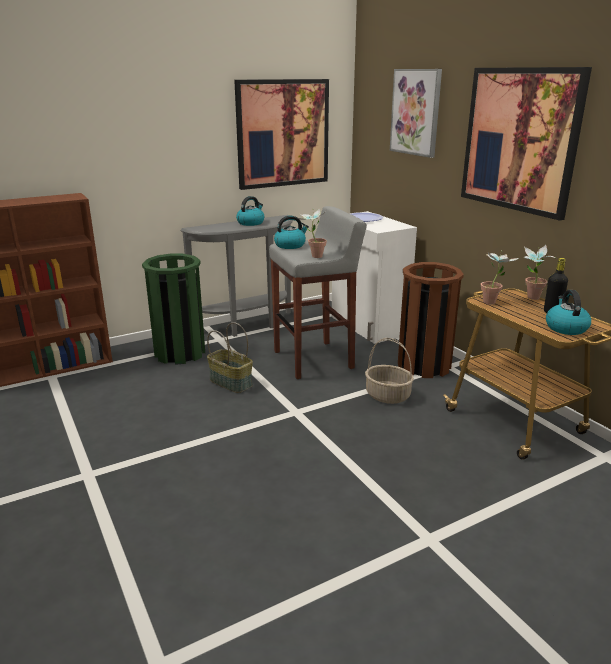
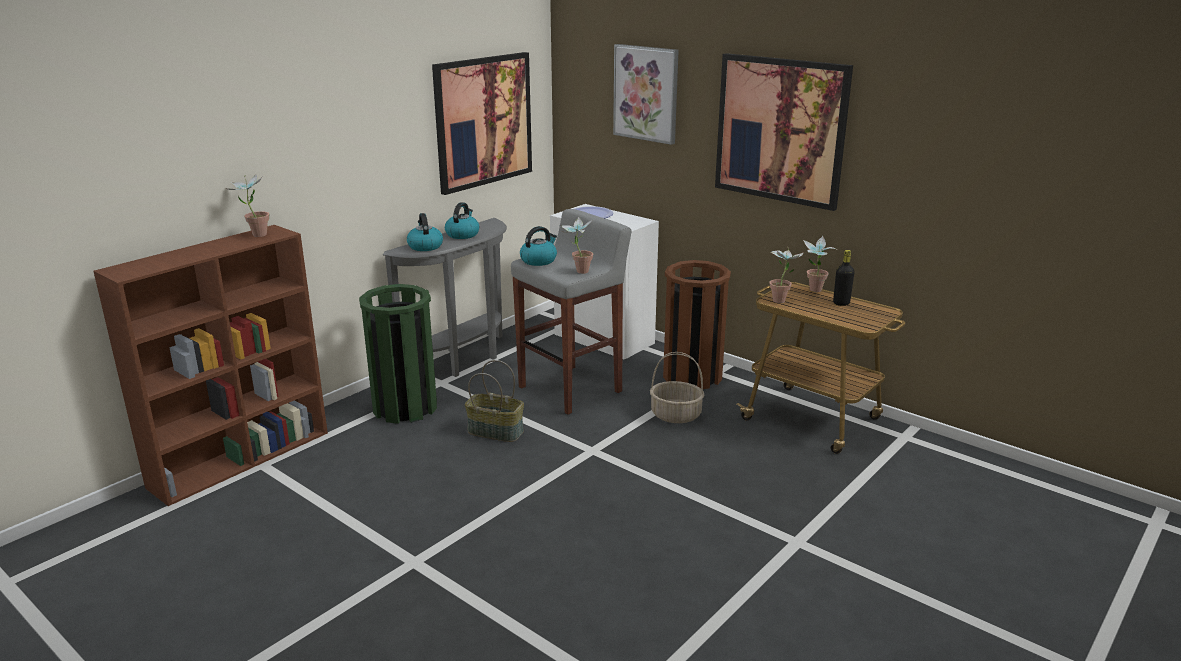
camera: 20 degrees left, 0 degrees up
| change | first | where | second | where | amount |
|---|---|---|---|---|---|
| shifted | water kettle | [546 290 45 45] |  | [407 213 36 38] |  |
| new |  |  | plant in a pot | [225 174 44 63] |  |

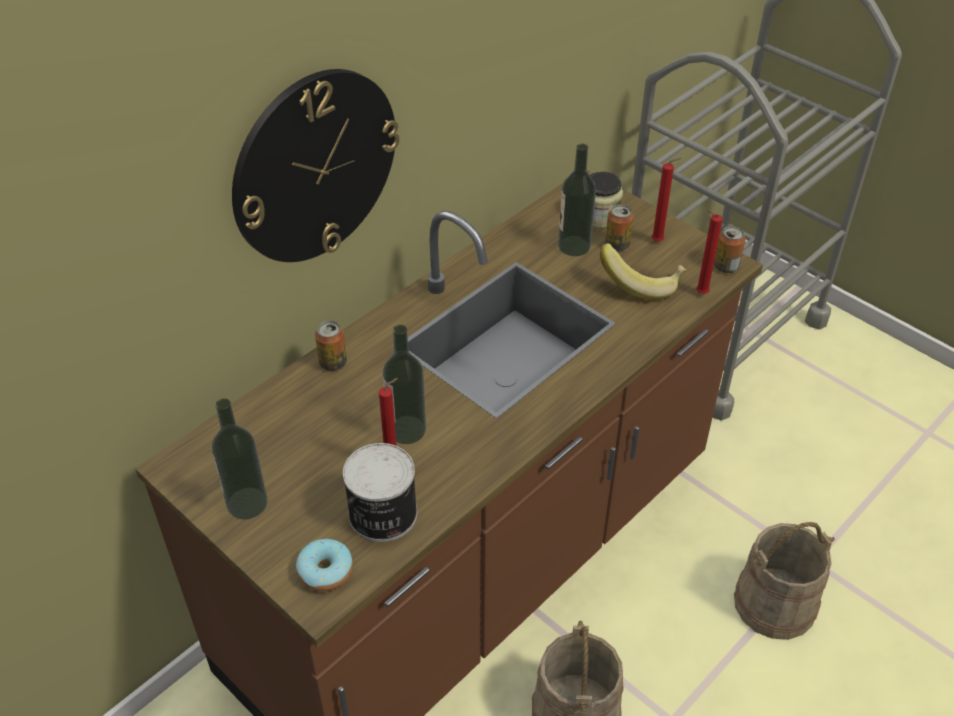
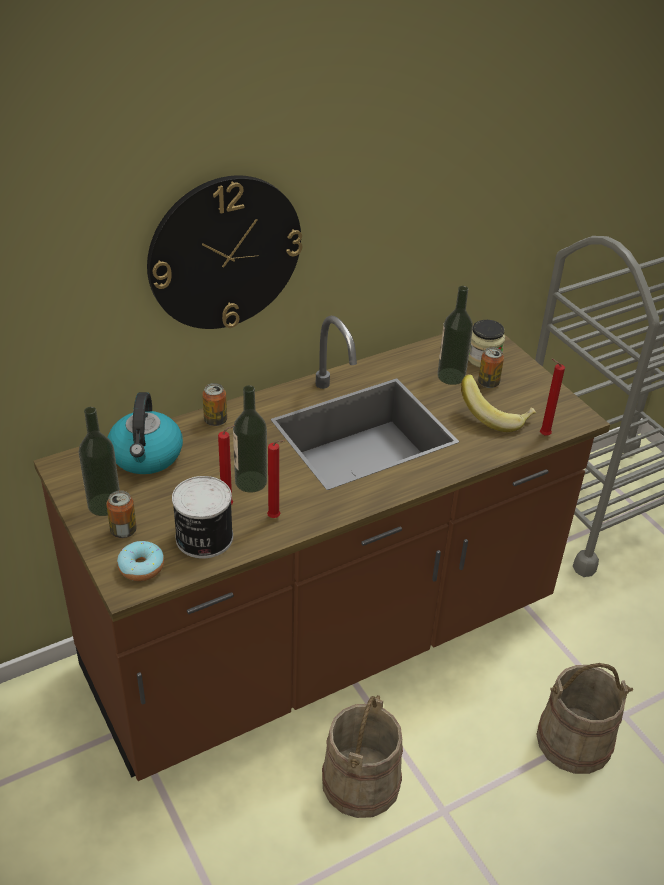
camera: 15 degrees right, 5 degrees down
| change | first | where | second | where | amount |
|---|---|---|---|---|---|
| shifted | wax candle in reddish | [651 158 30 84] |  | [267 440 17 78] |  |
| shifted | can | [714 226 32 47] |  | [106 490 31 48] |  |
| new |  |  | water kettle | [107 392 76 82] |  |

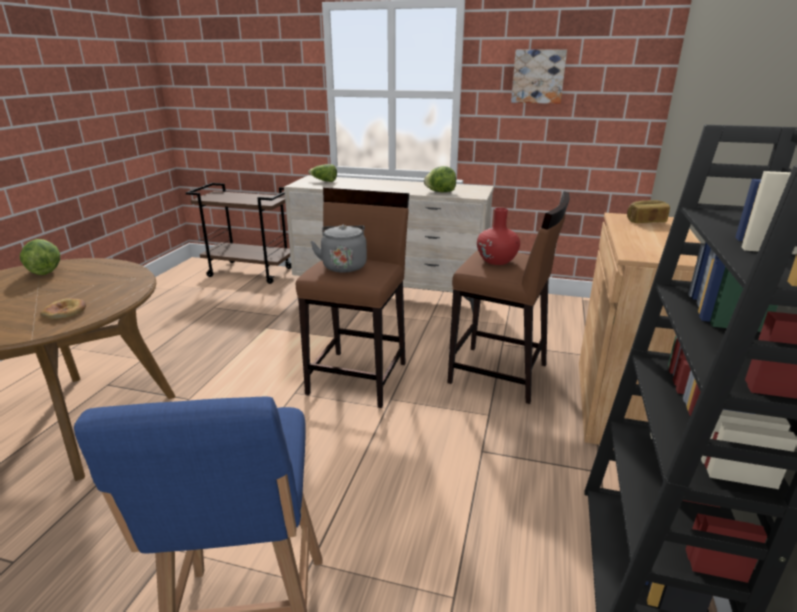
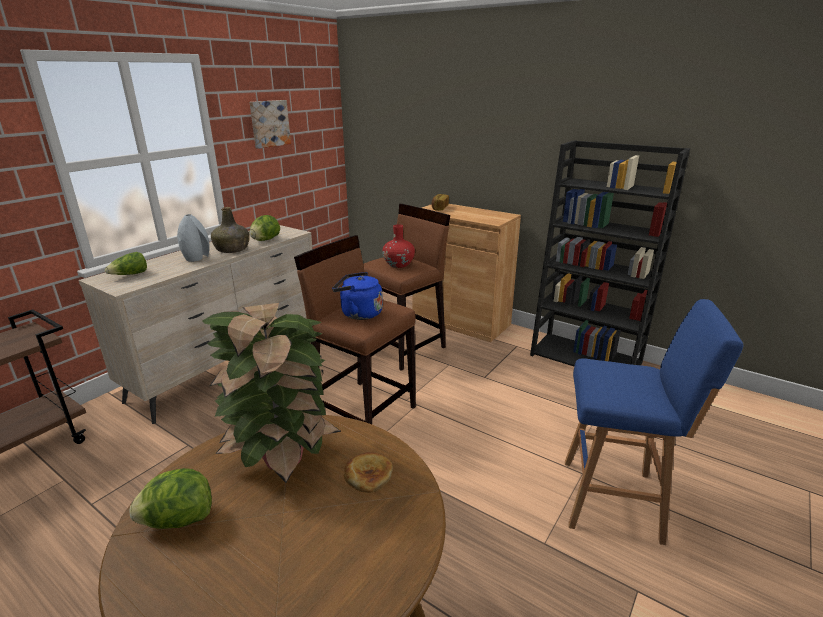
camera: 70 degrees left, 0 degrees up
| change | first | where | second | where | amount |
|---|---|---|---|---|---|
| repainted | water kettle in gray | [310 225 57 47] | water kettle in blue | [332 272 51 48] |  |
| new |  |  | drink bottle in green | [211 207 39 46] |  |
| new |  |  | decorative vase in gray | [177 214 33 48] |  |
| new |  |  | plant in a pot | [202 303 139 180] |  |

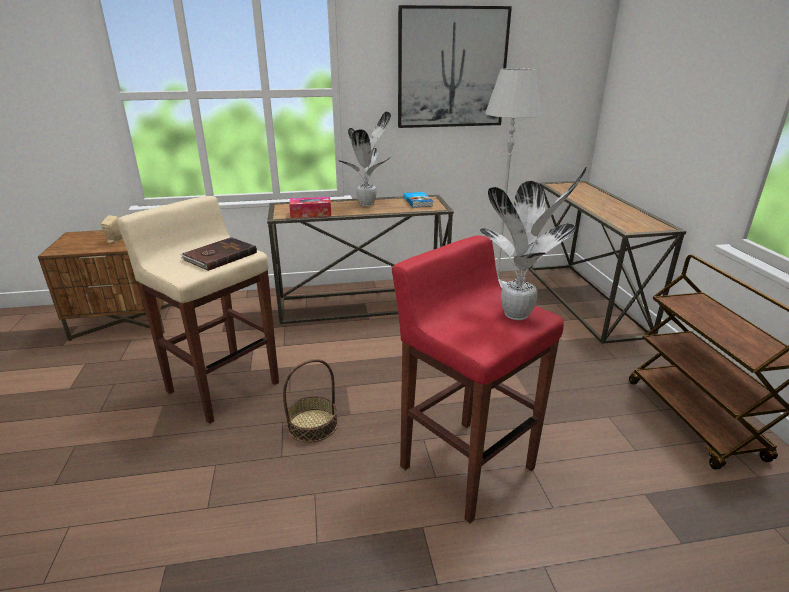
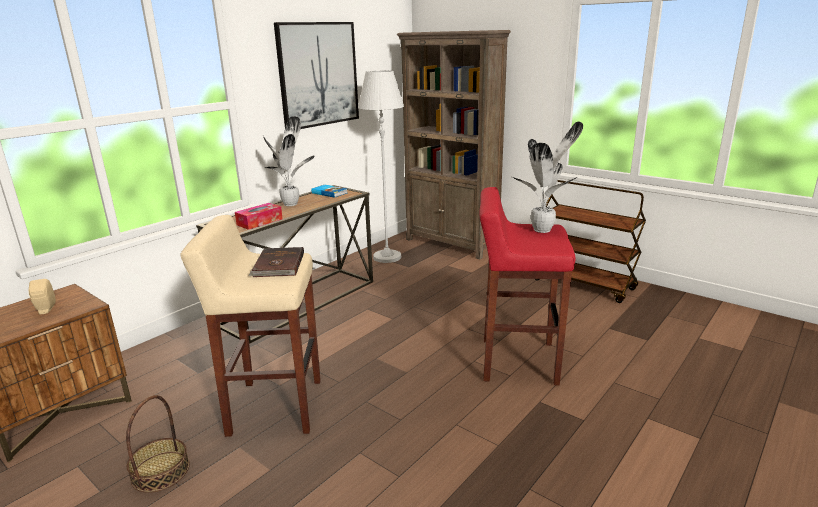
camera: 40 degrees left, 5 degrees down
| change | first | where | second | where | amount |
|---|---|---|---|---|---|
| swapped | hall table | [528 181 158 163] | bookshelf in brown | [397 30 114 229] |  |
| shifted | storage basket | [283 359 55 84] |  | [126 395 64 98] |  |

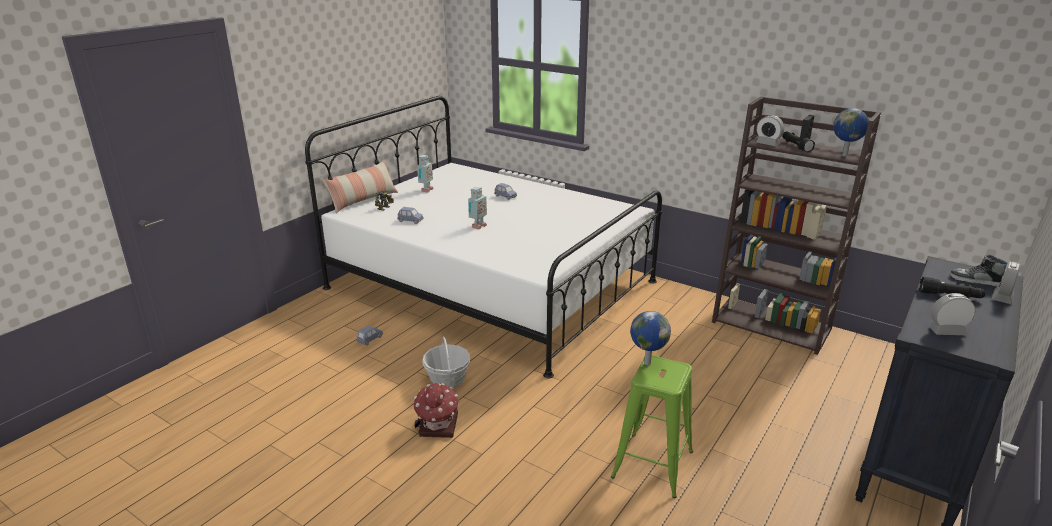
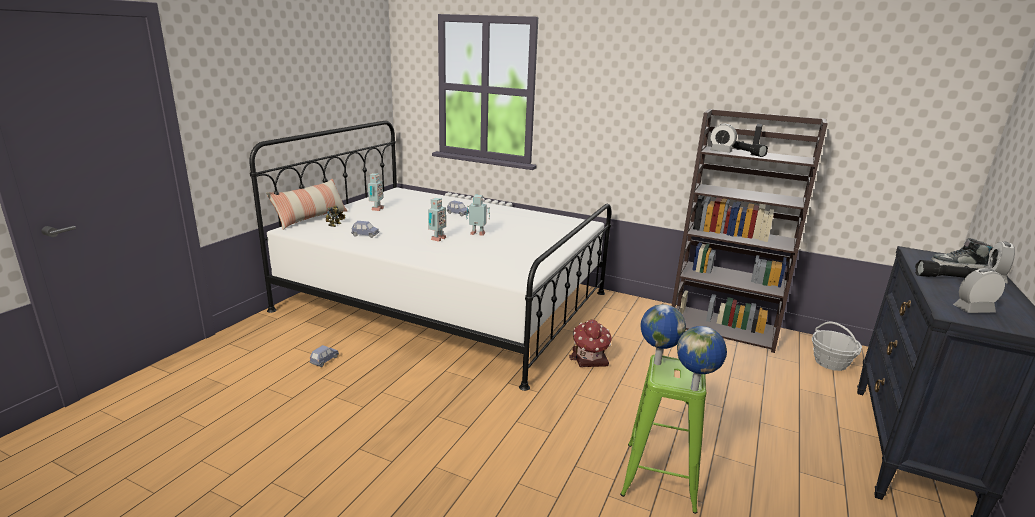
camera: 10 degrees left, 5 degrees down
| change | first | where | second | where | amount |
|---|---|---|---|---|---|
| shifted | world globe | [833 108 36 49] |  | [677 326 50 65] |  |
| shifted | storage basket | [422 336 48 52] |  | [812 322 50 49] |  |
| shifted | toy house | [414 383 45 55] |  | [569 319 43 48] |  |
| new |  |  | model robot | [466 195 24 41] |  |

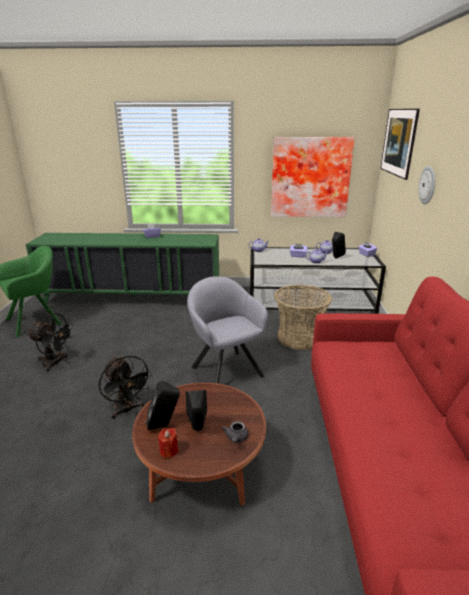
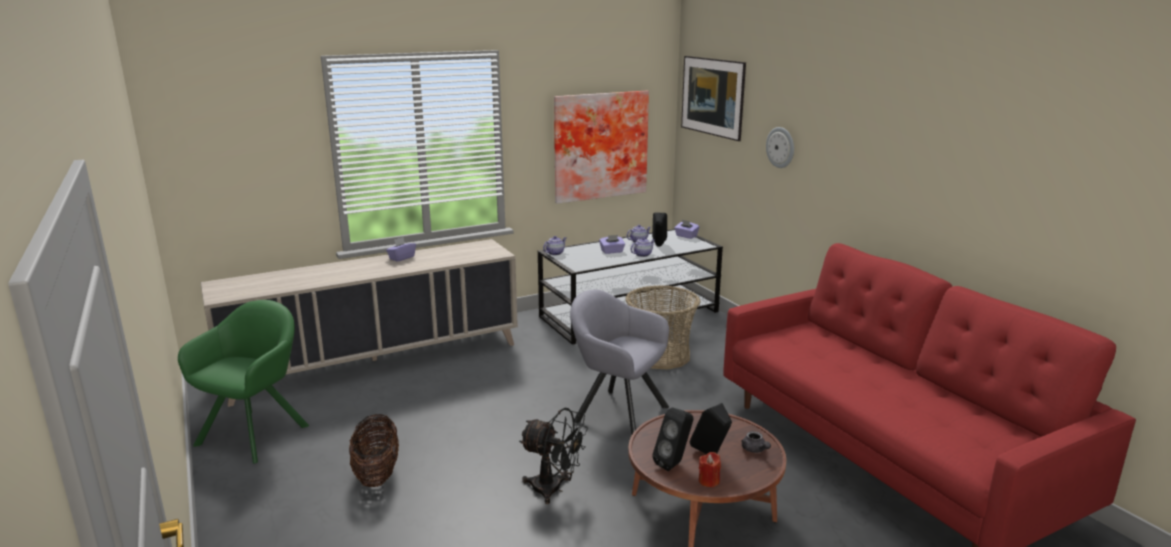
camera: 30 degrees left, 5 degrees down
| change | first | where | second | where | amount |
|---|---|---|---|---|---|
| repainted | cupboard in green | [26 233 193 70] | cupboard in beige | [201 239 317 168] |  |
| swapped | fan in black | [27 313 47 59] | storage basket | [349 414 50 73] |  |

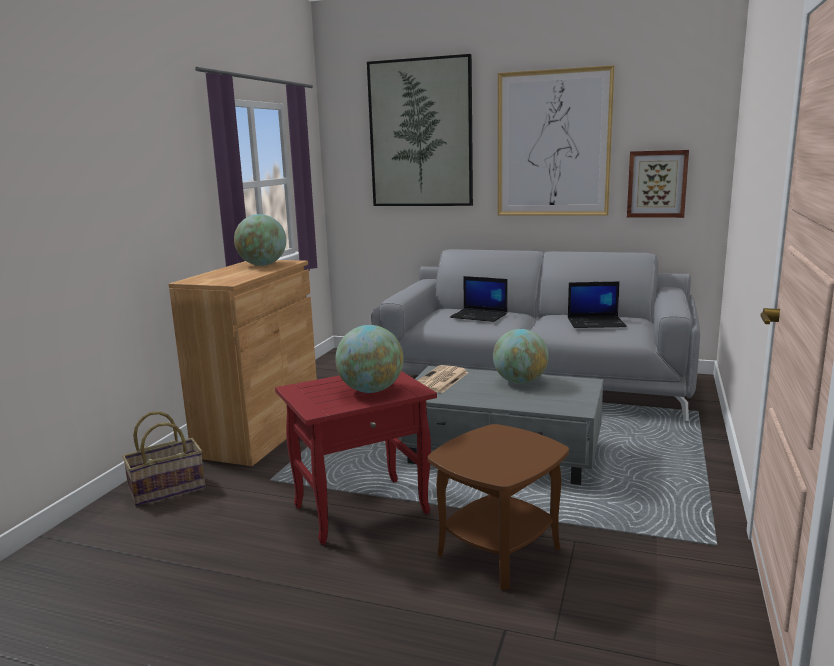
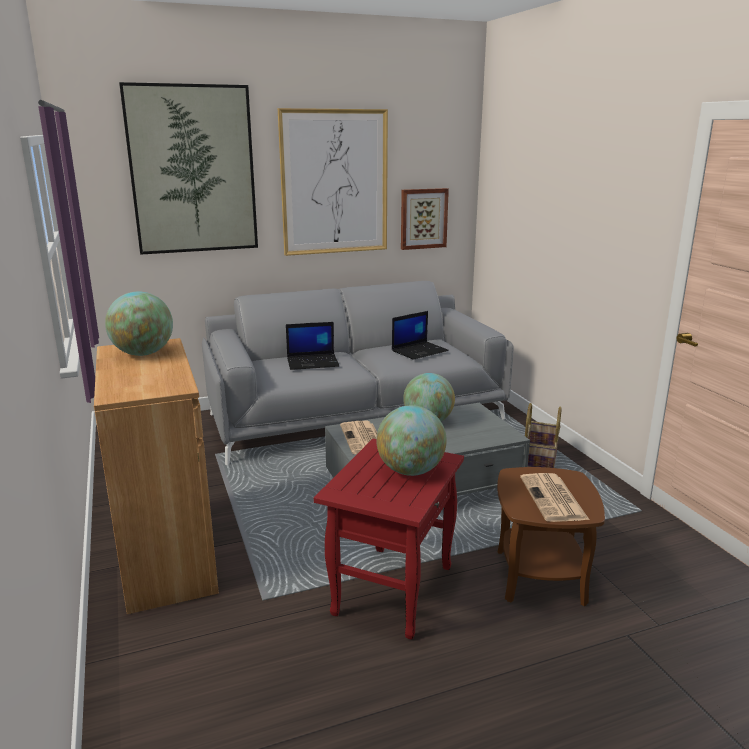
camera: 40 degrees left, 5 degrees up
| change | first | where | second | where | amount |
|---|---|---|---|---|---|
| shifted | storage basket | [122 411 83 95] |  | [525 403 37 65] |  |
| new |  |  | daily paper | [520 473 69 49] |  |

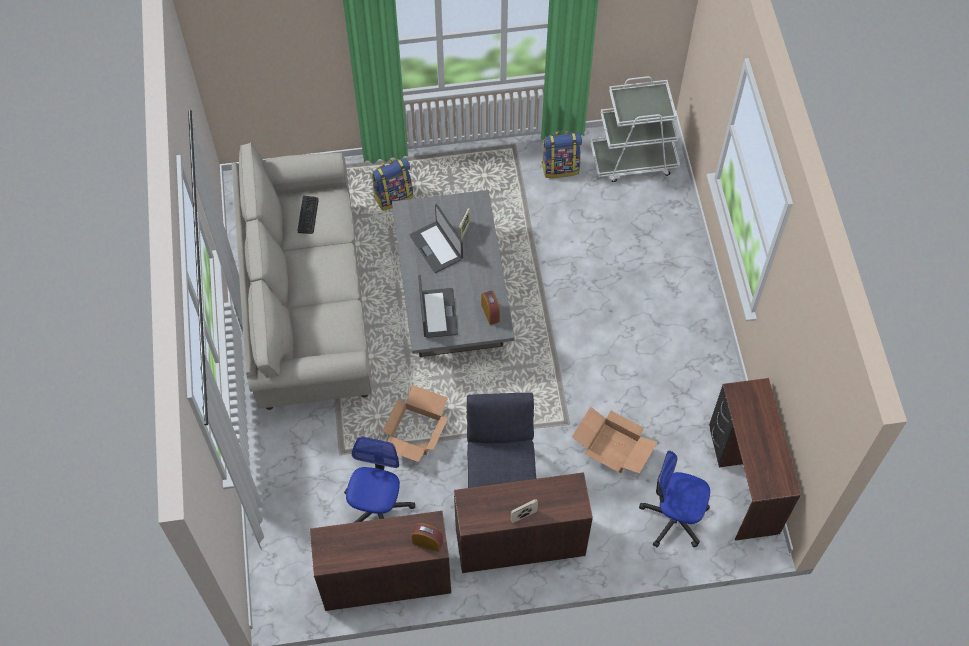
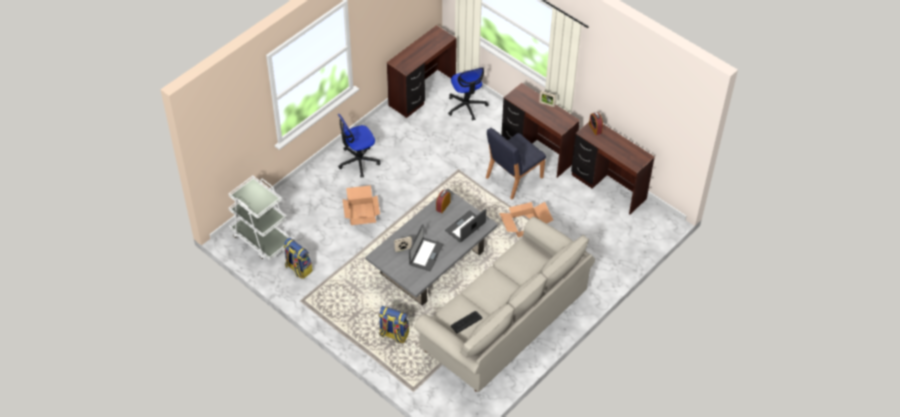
camera: 130 degrees left, 10 degrees down
| change | first | where | second | where | amount |
|---|---|---|---|---|---|
| shifted | carton | [572 407 86 66] |  | [342 185 38 40] |  |
| shifted | desk chair | [344 437 71 86] |  | [338 114 42 64] |  |

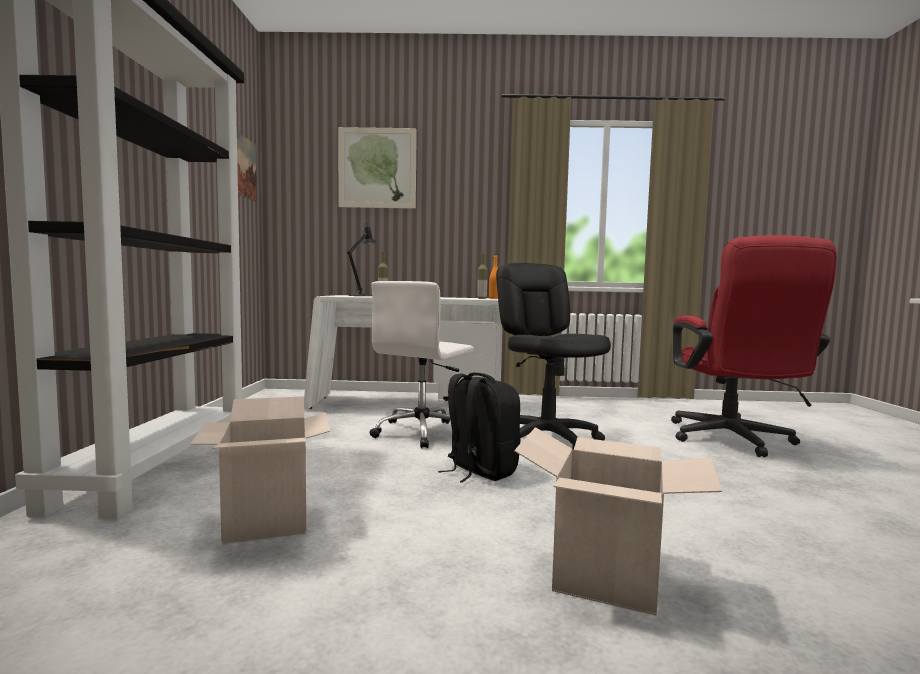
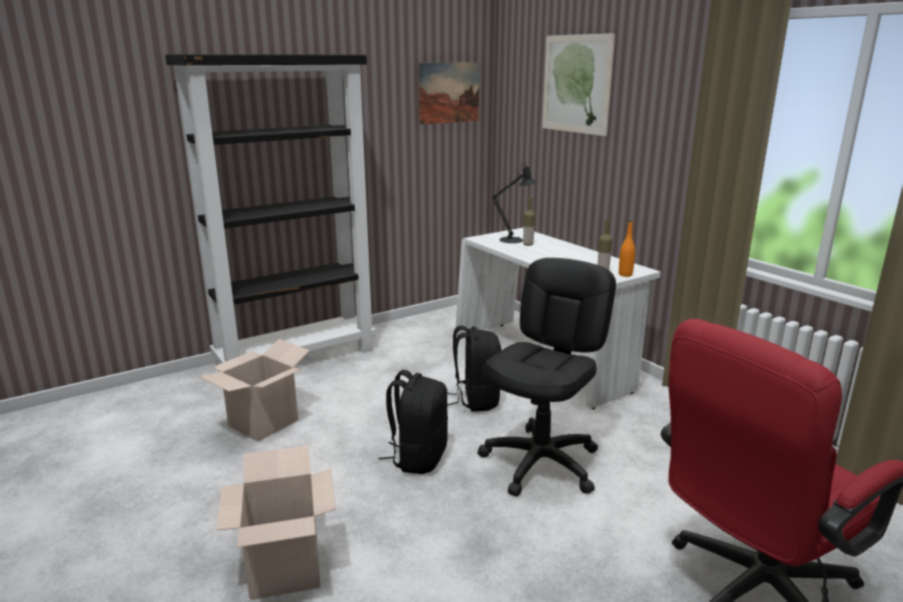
camera: 55 degrees right, 15 degrees up
| change | first | where | second | where | amount |
|---|---|---|---|---|---|
| swapped | desk chair in white | [370 281 104 167] | rucksack in black | [447 326 54 86] |  |

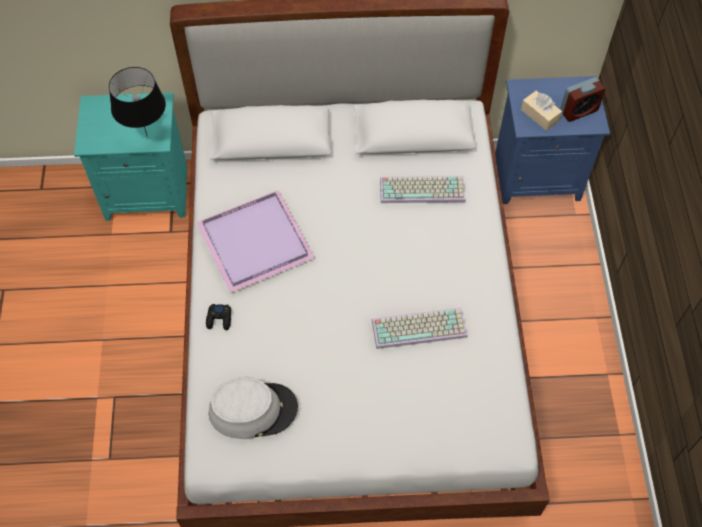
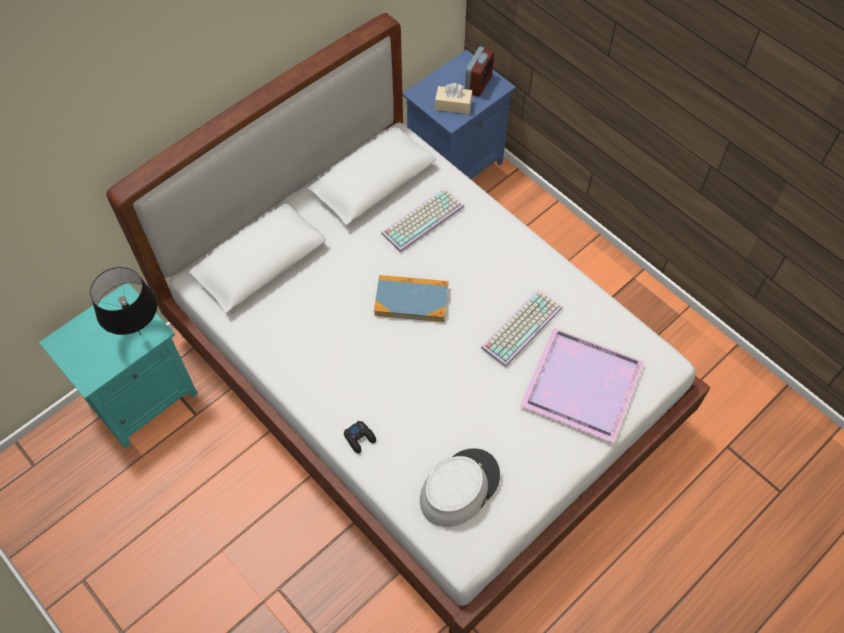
camera: 40 degrees left, 0 degrees up
| change | first | where | second | where | amount |
|---|---|---|---|---|---|
| shifted | carrying tray in purplish | [196 190 119 103] |  | [520 328 124 115] |  |
| new |  |  | volume | [374 275 74 47] |  |

